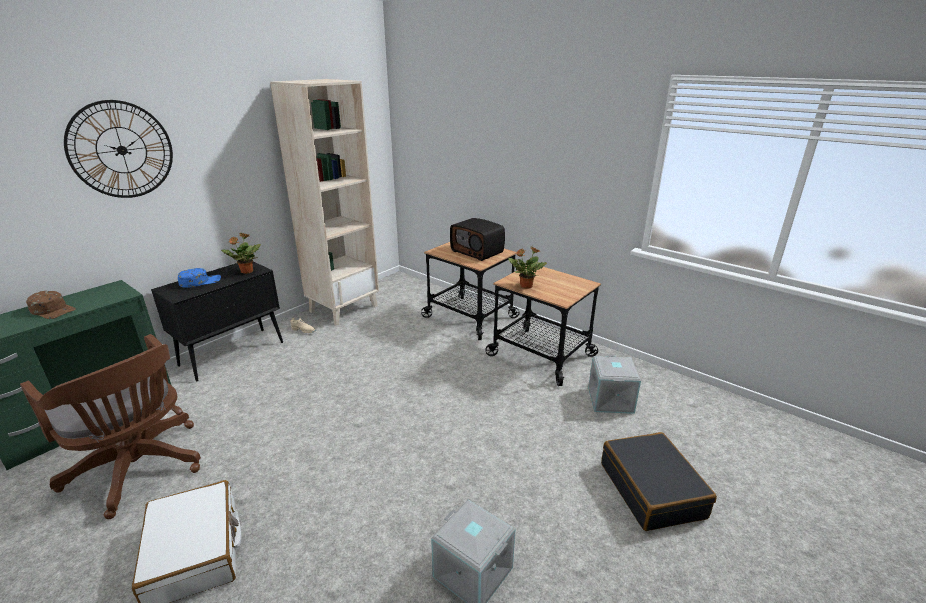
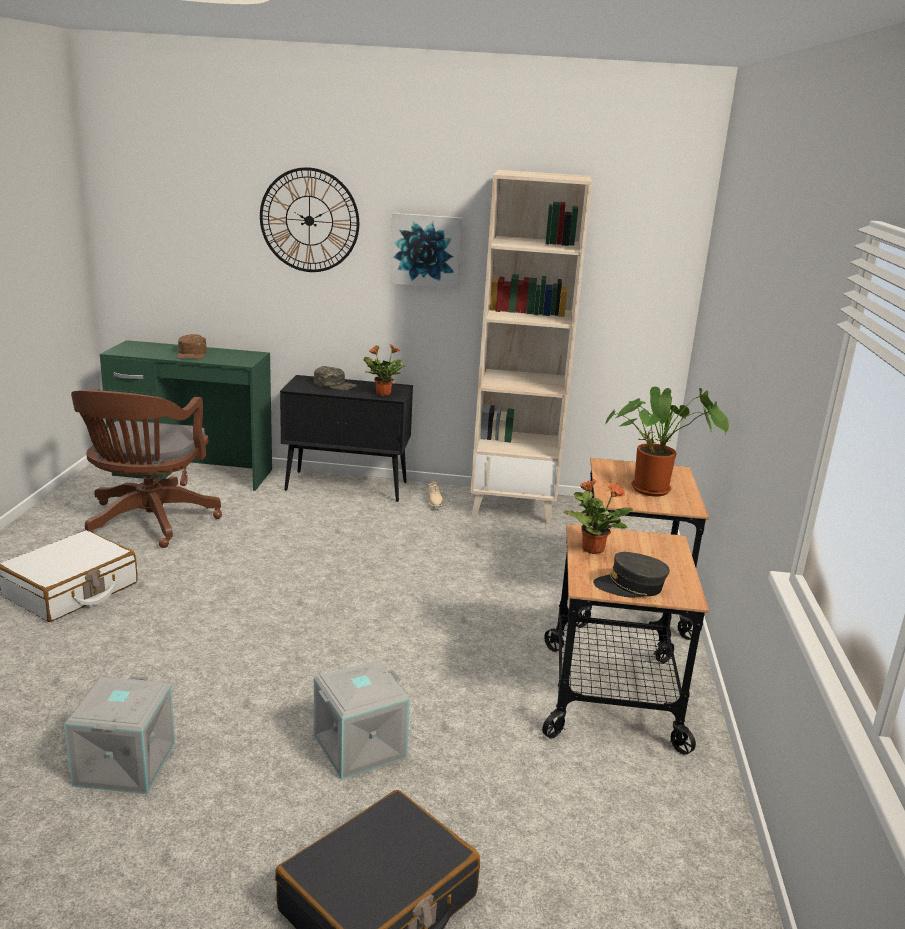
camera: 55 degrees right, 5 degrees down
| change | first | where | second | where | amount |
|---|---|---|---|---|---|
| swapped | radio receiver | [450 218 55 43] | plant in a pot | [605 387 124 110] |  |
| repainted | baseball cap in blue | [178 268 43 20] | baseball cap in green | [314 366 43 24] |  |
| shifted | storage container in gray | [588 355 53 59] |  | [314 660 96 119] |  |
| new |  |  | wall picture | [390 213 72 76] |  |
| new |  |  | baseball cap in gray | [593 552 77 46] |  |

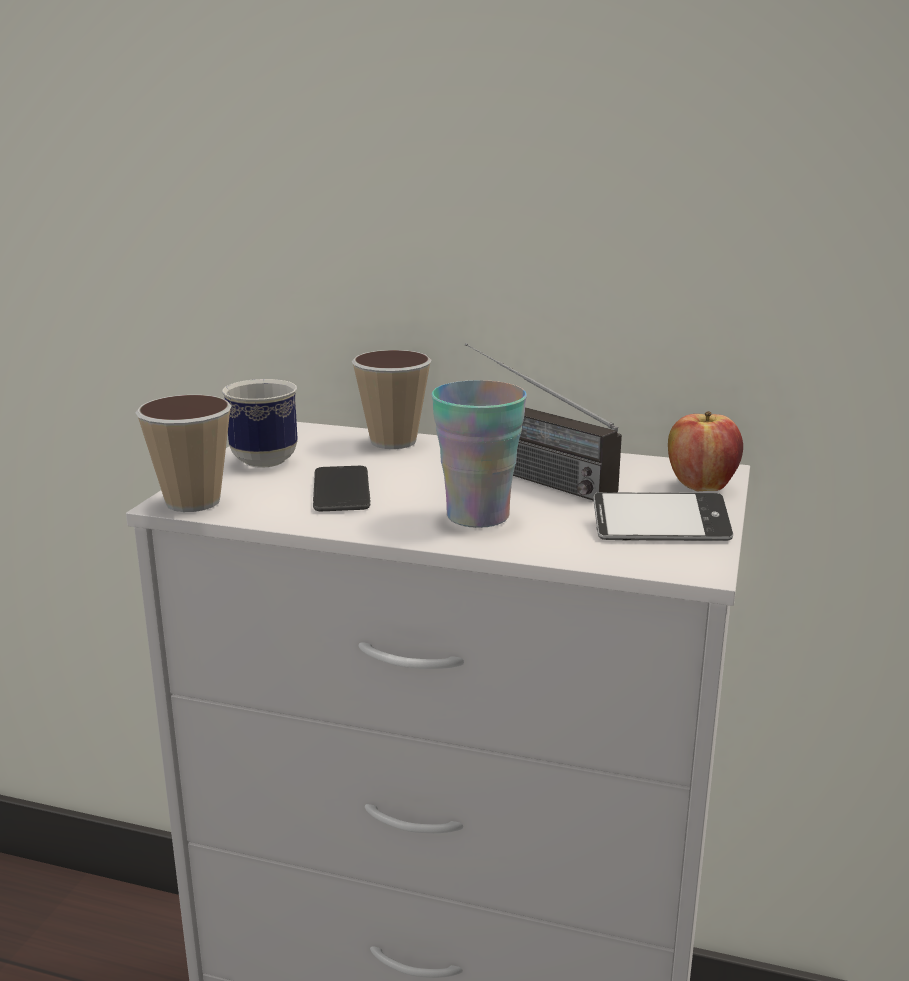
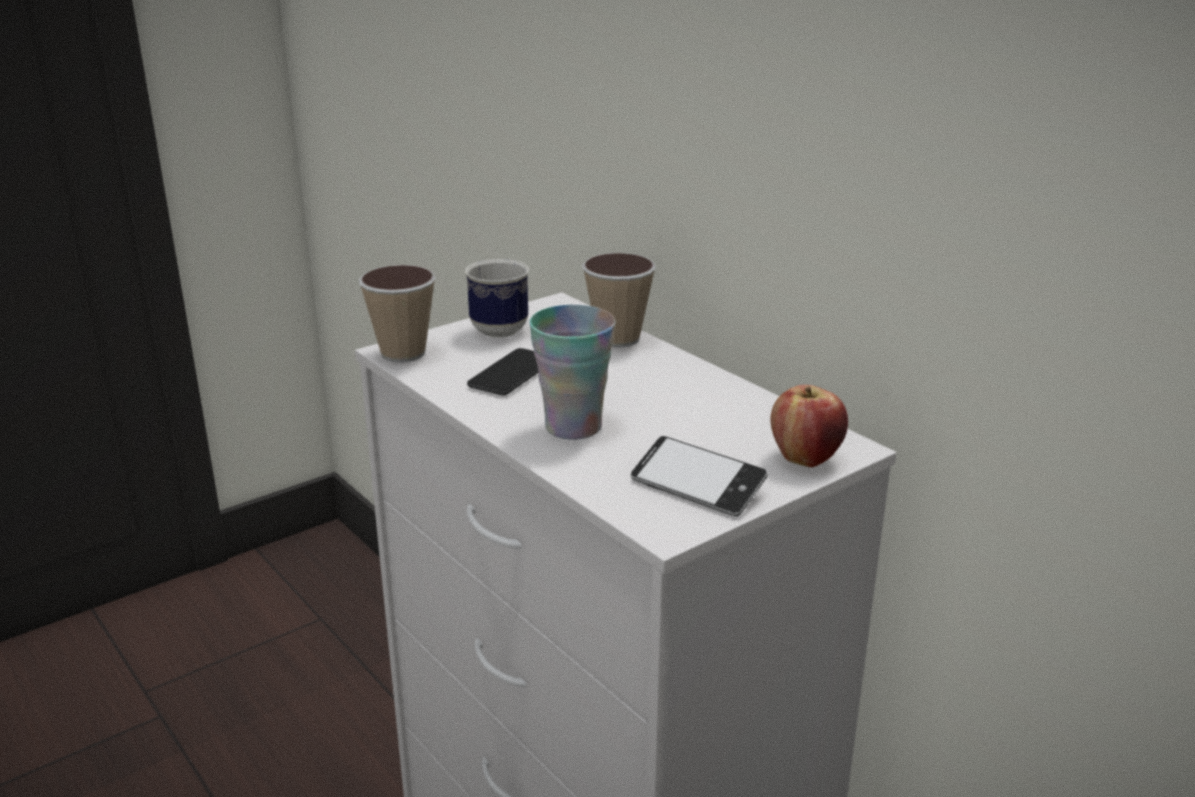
camera: 35 degrees right, 5 degrees up
| change | first | where | second | where | amount |
|---|---|---|---|---|---|
| gone | radio receiver | [465 343 157 157] |  |  |  |

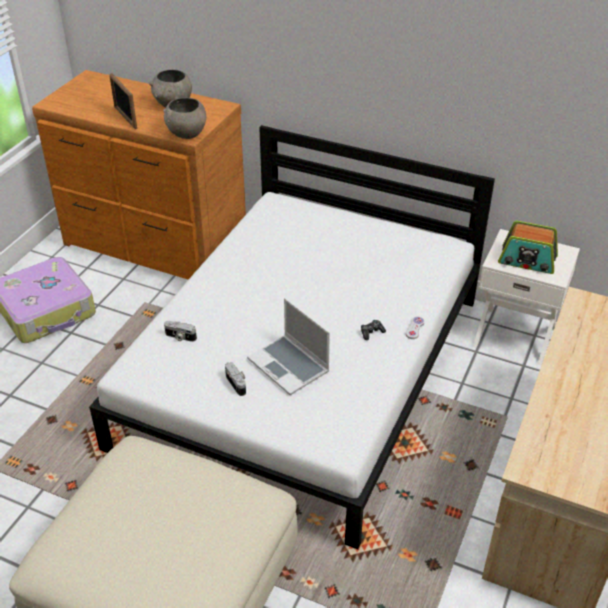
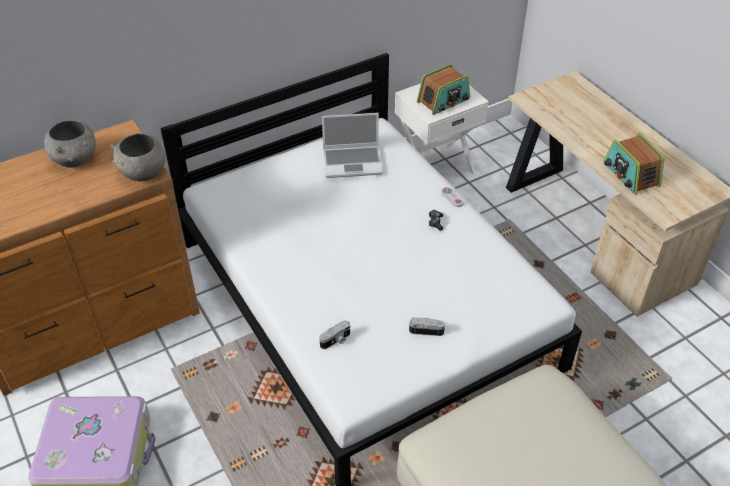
camera: 55 degrees left, 5 degrees up
| change | first | where | second | where | amount |
|---|---|---|---|---|---|
| gone | picture frame | [109 73 28 56] |  |  |  |
| shifted | laptop | [247 298 83 97] |  | [322 113 61 65] |  |
| new |  |  | radio receiver | [604 133 60 62] |  |

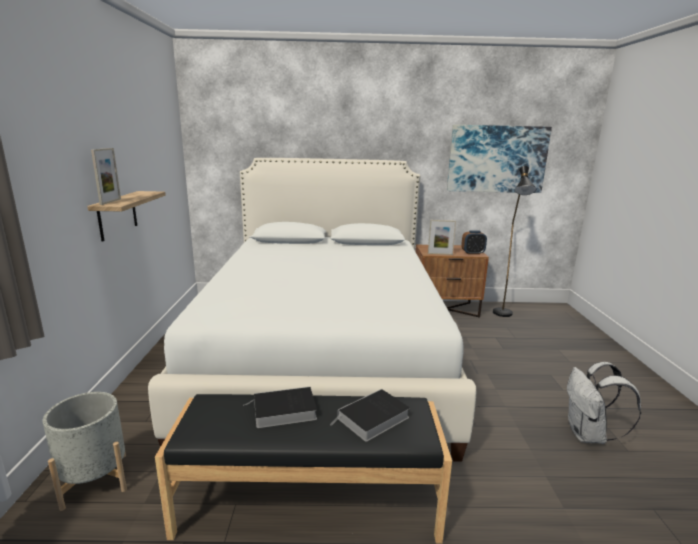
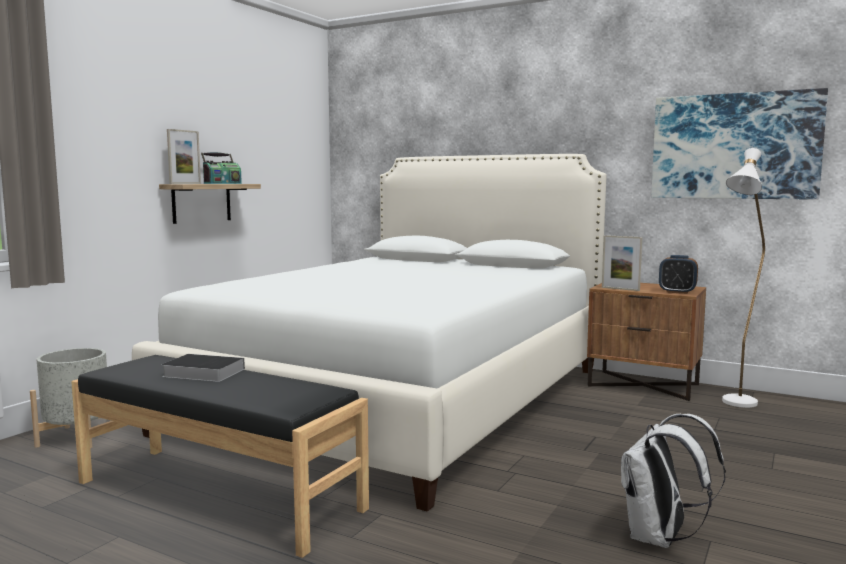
camera: 30 degrees right, 10 degrees down
| change | first | where | second | where | amount |
|---|---|---|---|---|---|
| repainted | standard lamp in black | [493 166 43 151] | standard lamp in white | [722 148 43 260] |  |
| gone | volume | [330 389 80 53] |  |  |  |
| new |  |  | radio receiver | [201 152 41 32] |  |

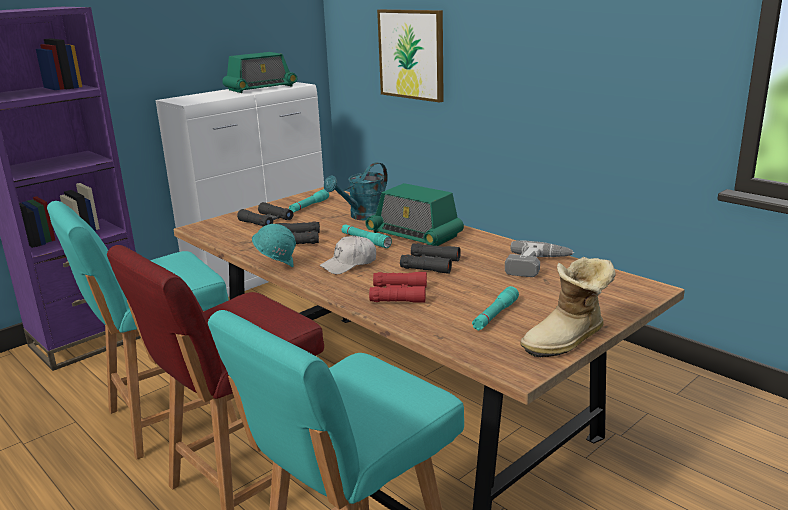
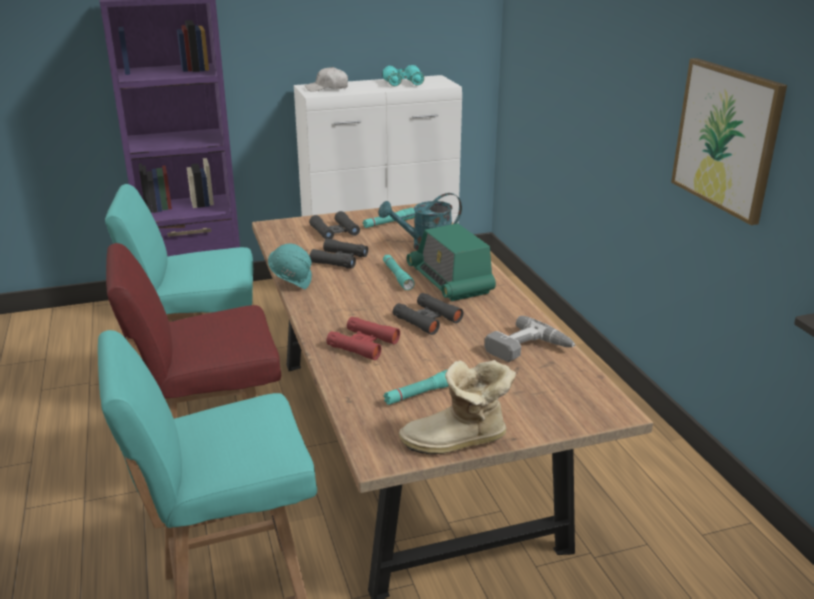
camera: 25 degrees right, 5 degrees up
| change | first | where | second | where | amount |
|---|---|---|---|---|---|
| shifted | wall picture | [377 9 67 94] |  | [671 58 116 167] |  |
| swapped | radio receiver | [222 52 75 41] | binoculars in blue-green | [382 65 42 21] |  |
| shifted | baseball cap in white | [320 235 56 39] |  | [305 67 43 25] |  |

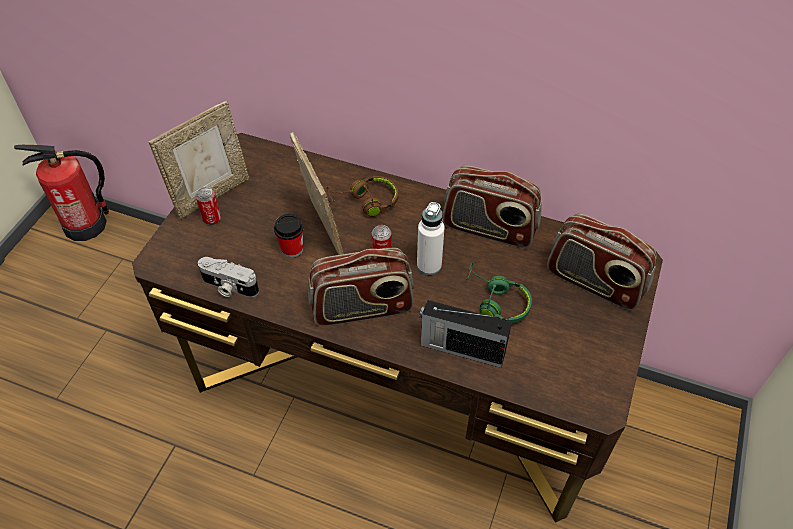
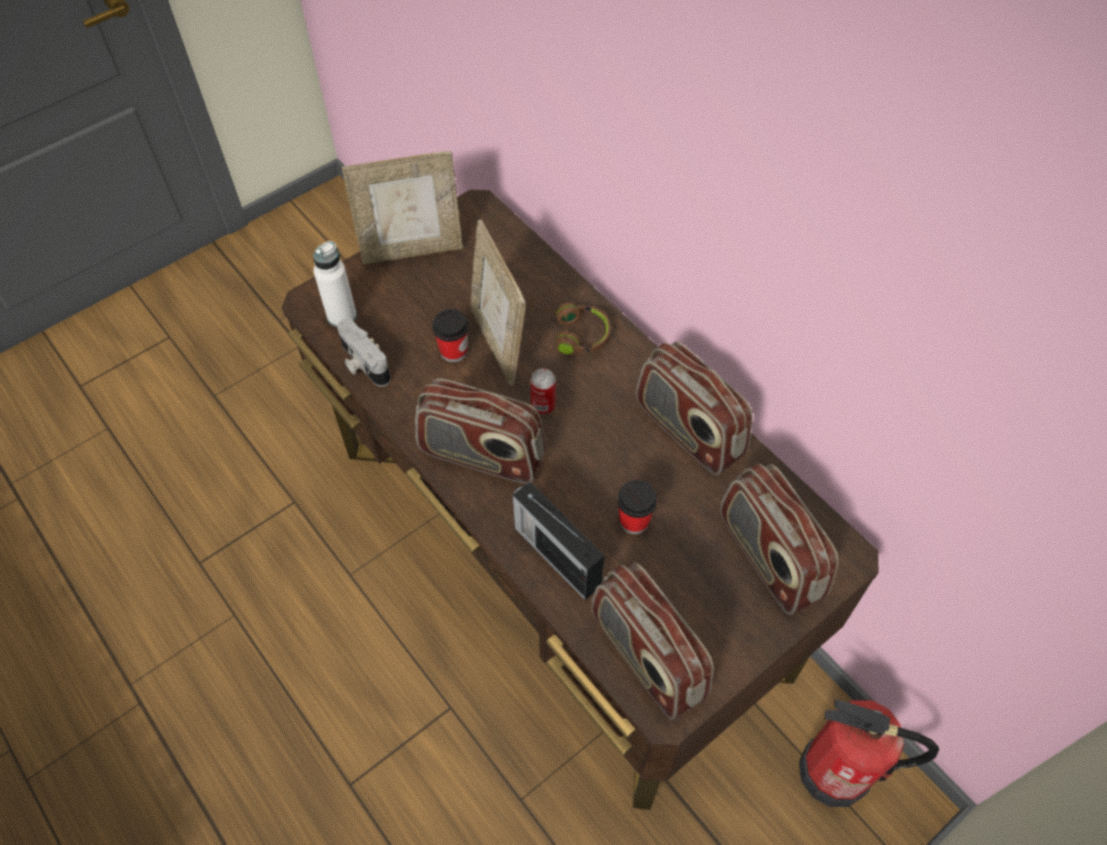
camera: 30 degrees right, 5 degrees up
| change | first | where | second | where | amount |
|---|---|---|---|---|---|
| rotated | picture frame | [290 132 53 123] |  | [470 220 56 166] | 150 degrees clockwise |
| shifted | fire-fighting cylinder | [14 145 95 96] |  | [799 699 140 108] |  |
| gone | can | [196 187 25 38] |  |  |  |
| shifted | drink bottle in white | [417 202 28 73] |  | [314 241 43 86] |  |
| swapped | headset in green | [466 262 66 61] | drinking cup | [617 480 40 54] |  |
| new |  |  | radio receiver | [591 563 122 157] |  |

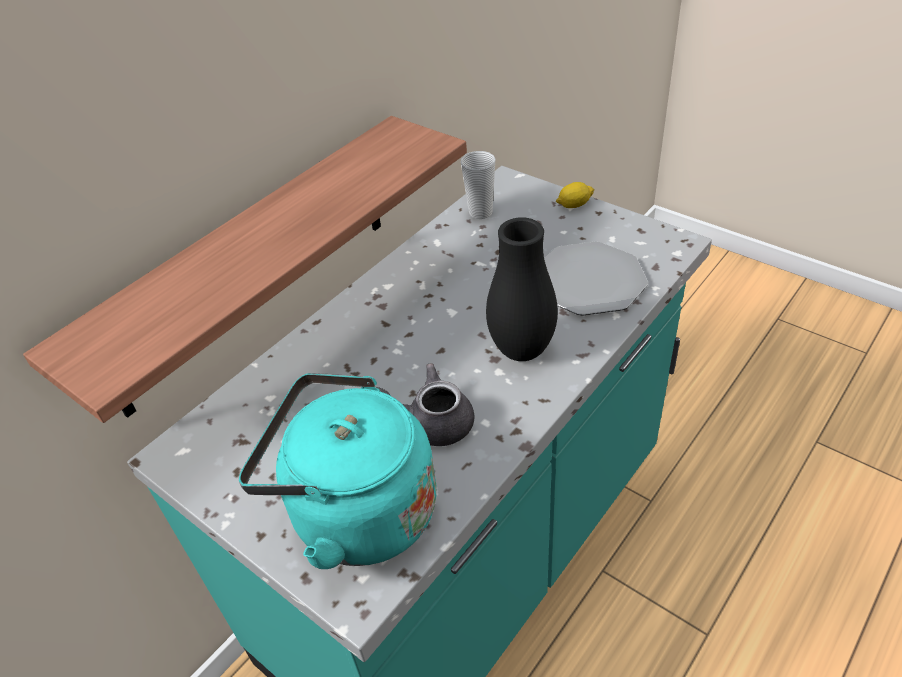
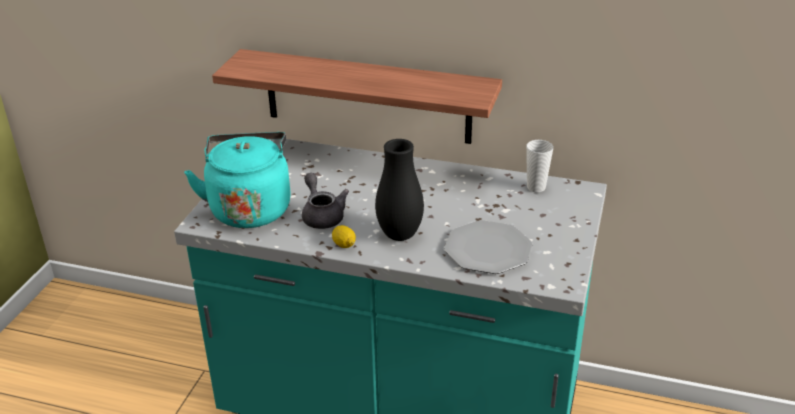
camera: 65 degrees right, 10 degrees down
| change | first | where | second | where | amount |
|---|---|---|---|---|---|
| shifted | whole lemon | [556 182 38 26] |  | [332 225 24 23] |  |

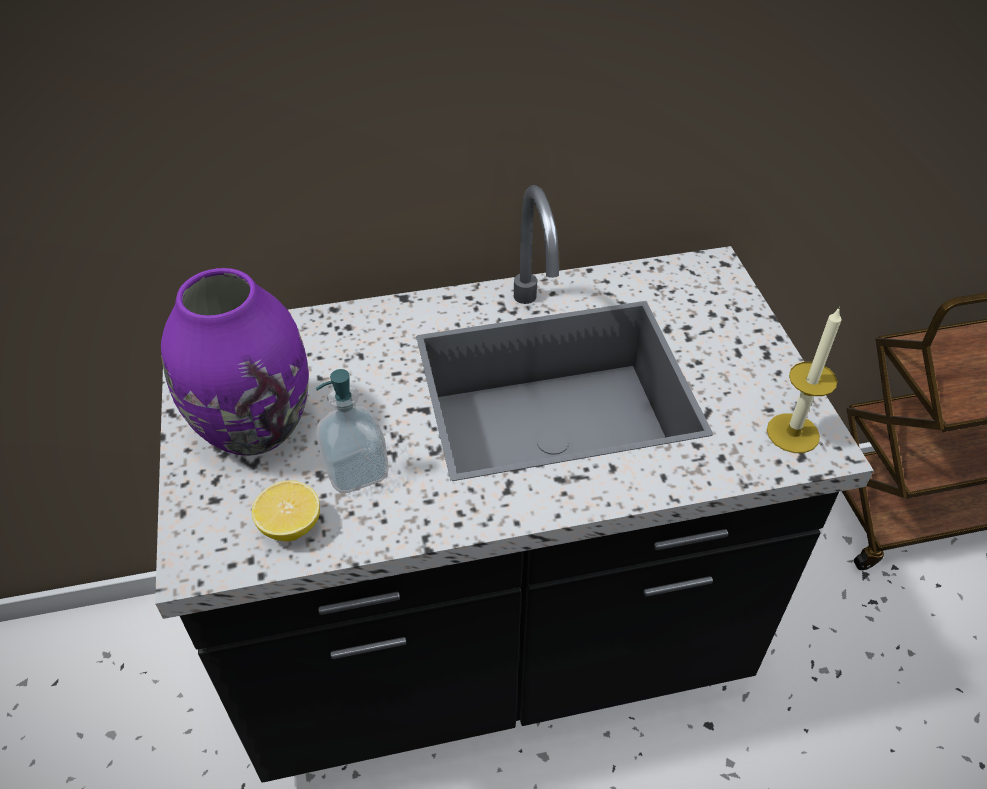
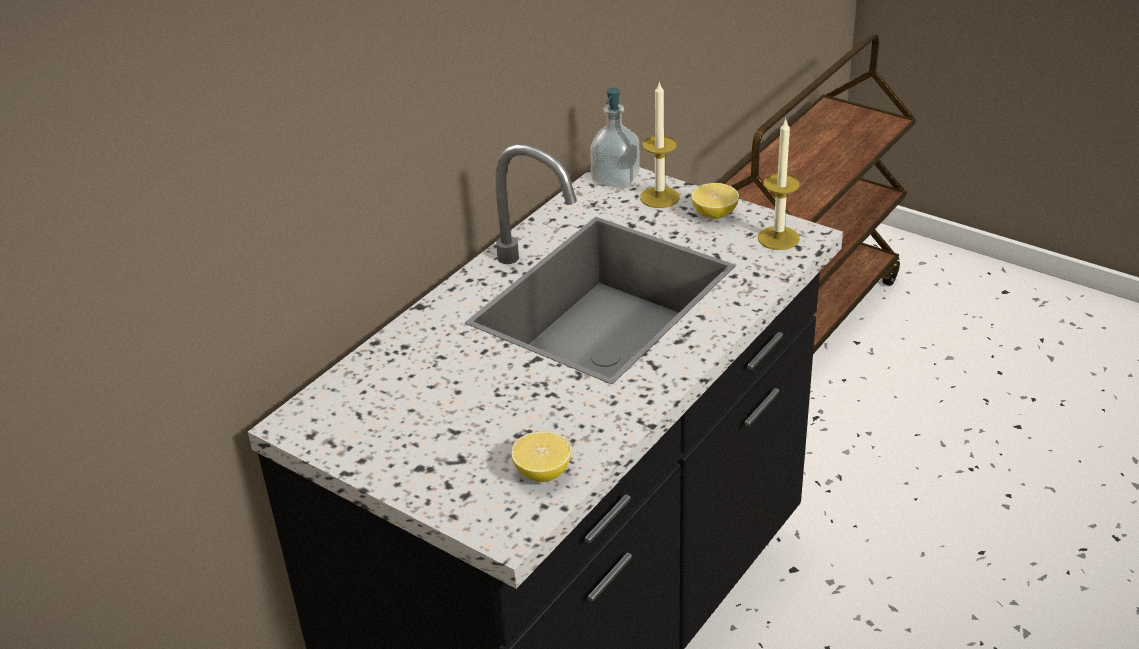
camera: 40 degrees left, 10 degrees down
| change | first | where | second | where | amount |
|---|---|---|---|---|---|
| gone | decorative vase in purplish | [161 268 148 188] |  |  |  |
| shifted | liquid soap bottle | [316 369 73 124] |  | [590 88 50 101] |  |
| new |  |  | wax candle | [640 81 39 127] |  |
| new |  |  | whole lemon | [691 183 48 36] |  |

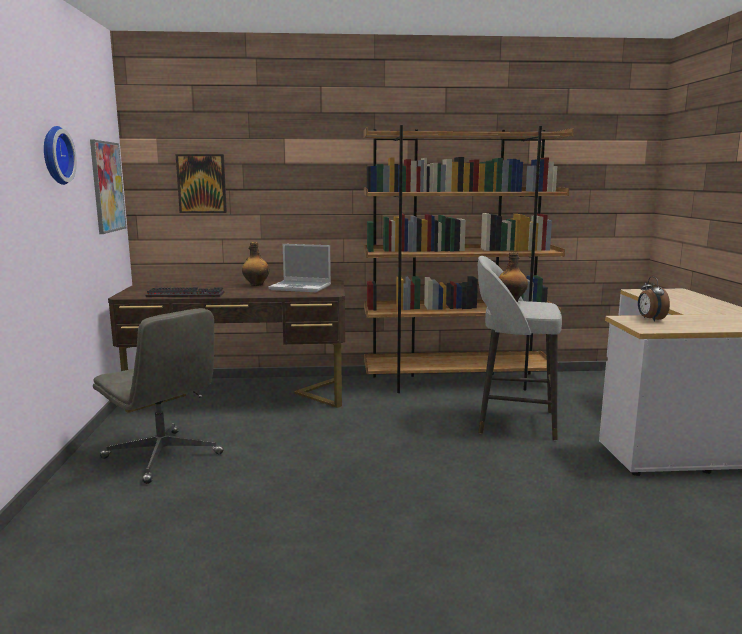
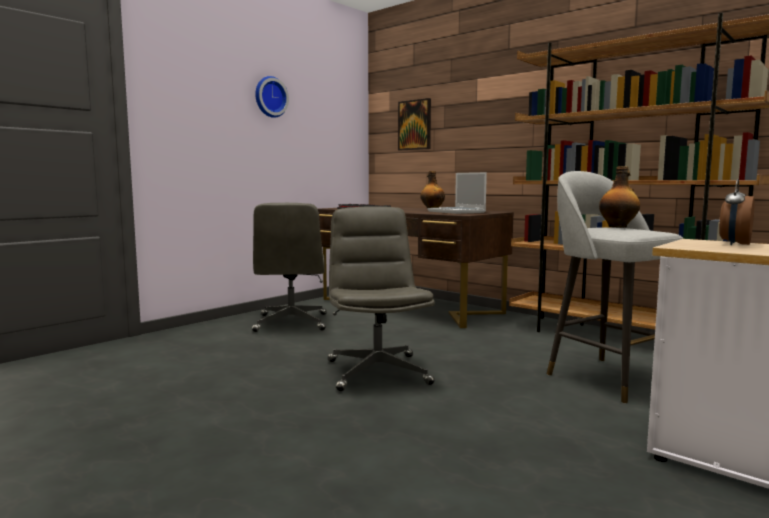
camera: 45 degrees right, 5 degrees down
| change | first | where | second | where | amount |
|---|---|---|---|---|---|
| gone | wall picture | [90 140 36 94] |  |  |  |
| new |  |  | desk chair in gray | [328 206 107 185] |  |

